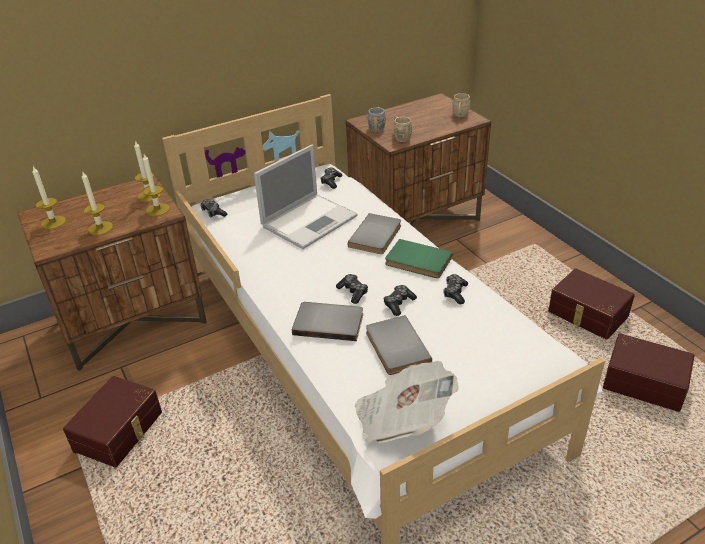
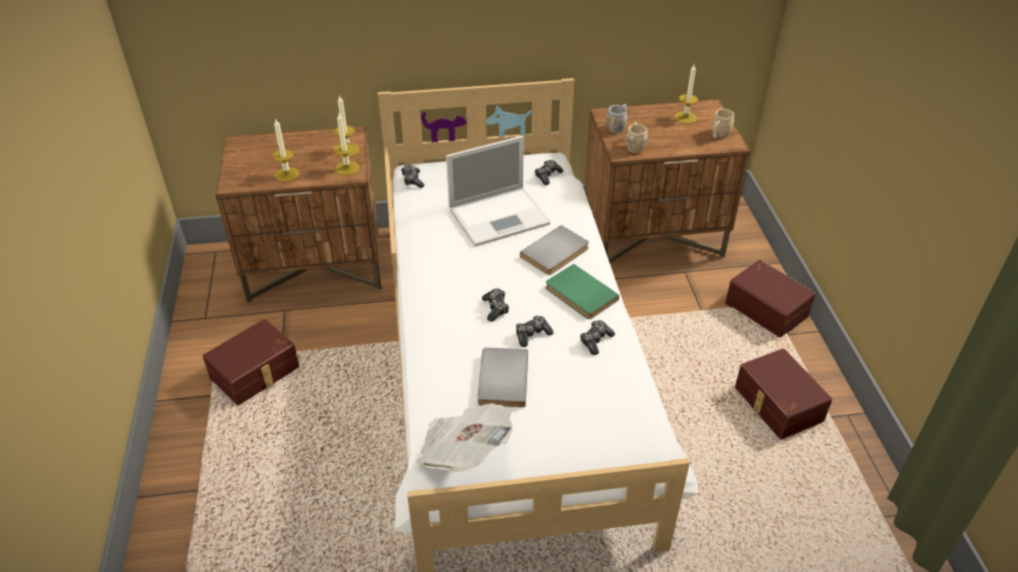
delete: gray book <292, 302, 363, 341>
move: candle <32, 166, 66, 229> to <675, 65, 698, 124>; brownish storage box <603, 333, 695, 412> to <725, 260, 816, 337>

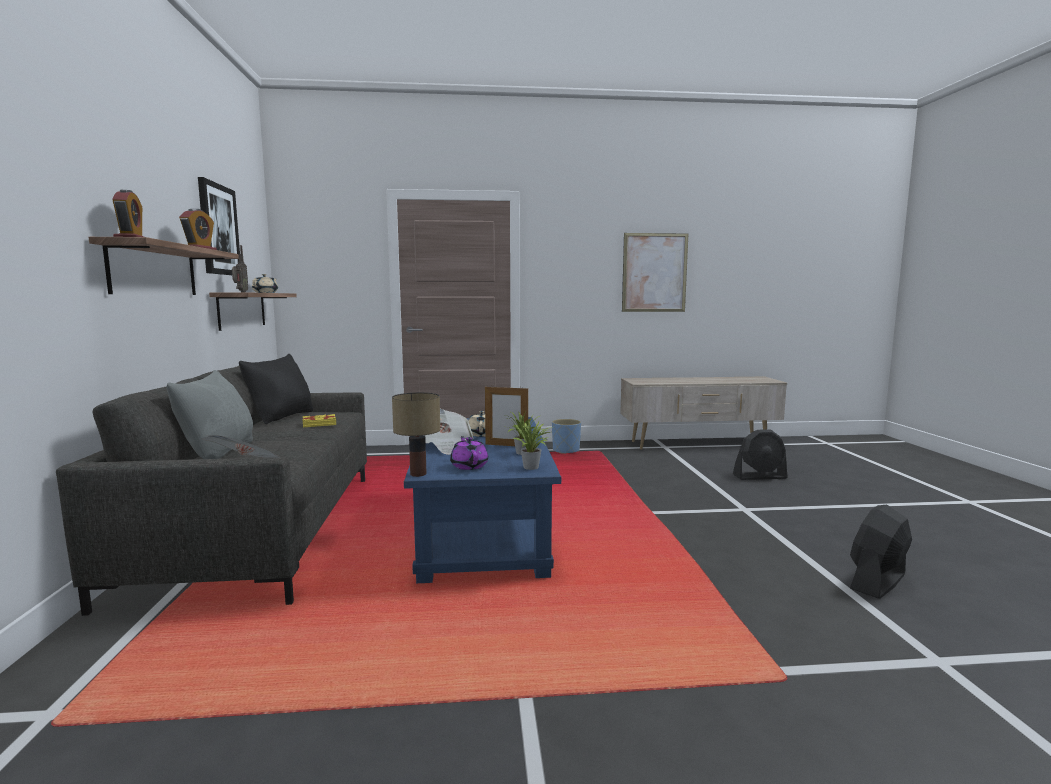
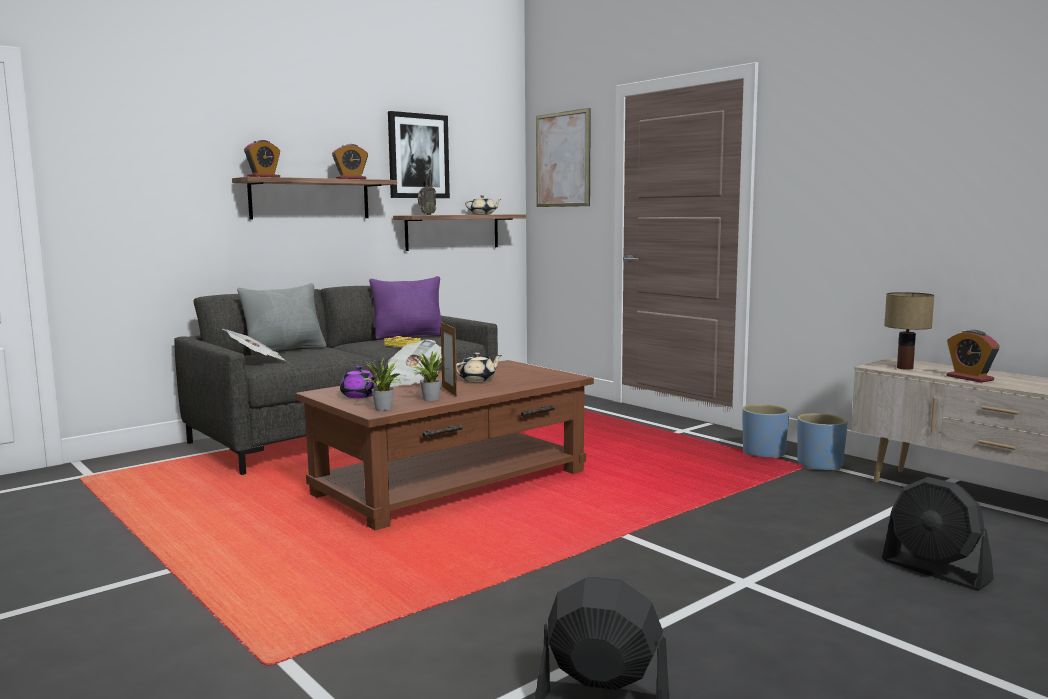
insert: bedside clock <947, 330, 1000, 383>; blue flower pot <797, 413, 848, 471>
move: picture <622, 233, 688, 312> to <536, 108, 591, 207>; table lamp <392, 392, 440, 477> to <884, 292, 934, 370>
recolor: black throw pillow <239, 354, 313, 424> to purplish throw pillow <369, 276, 443, 339>; blue coffee table <404, 417, 561, 583> to brownish coffee table <295, 360, 594, 531>
rotate: purplish tea pot <450, 436, 488, 470> = <340, 366, 378, 398> 105 degrees clockwise

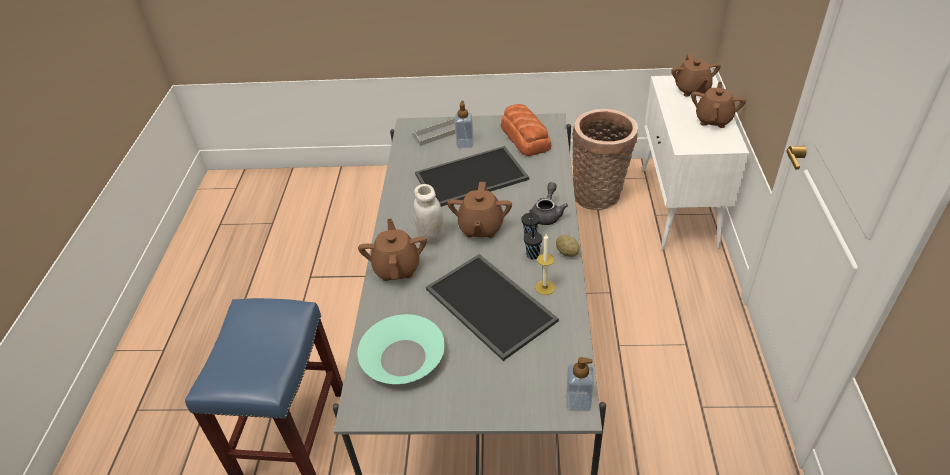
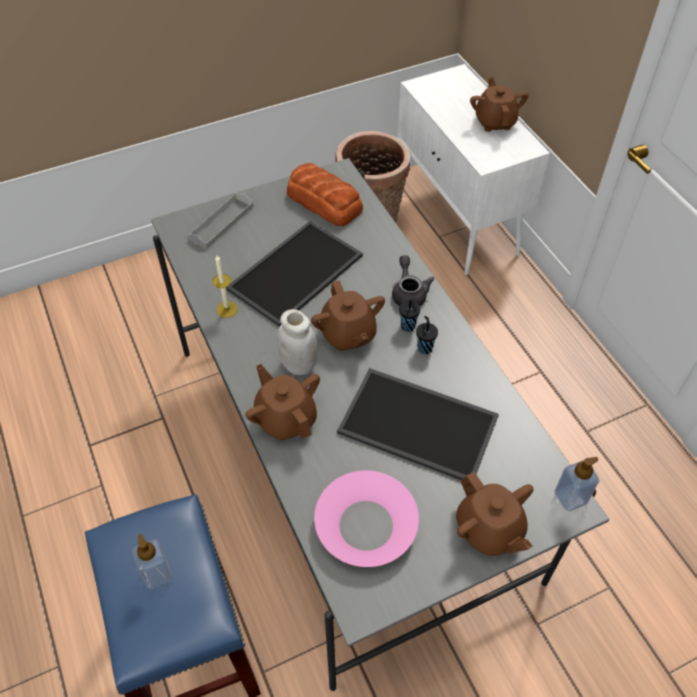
delete: potato <556, 235, 580, 257>
move: brownish tea pot <671, 54, 721, 97> to <456, 472, 534, 556>; soap bottle <455, 101, 474, 148> to <132, 534, 173, 589>; candle <535, 234, 555, 295> to <213, 256, 238, 318>
recolor: turquoise-coloured deep dish <357, 314, 445, 384> to pink deep dish <314, 470, 419, 567>

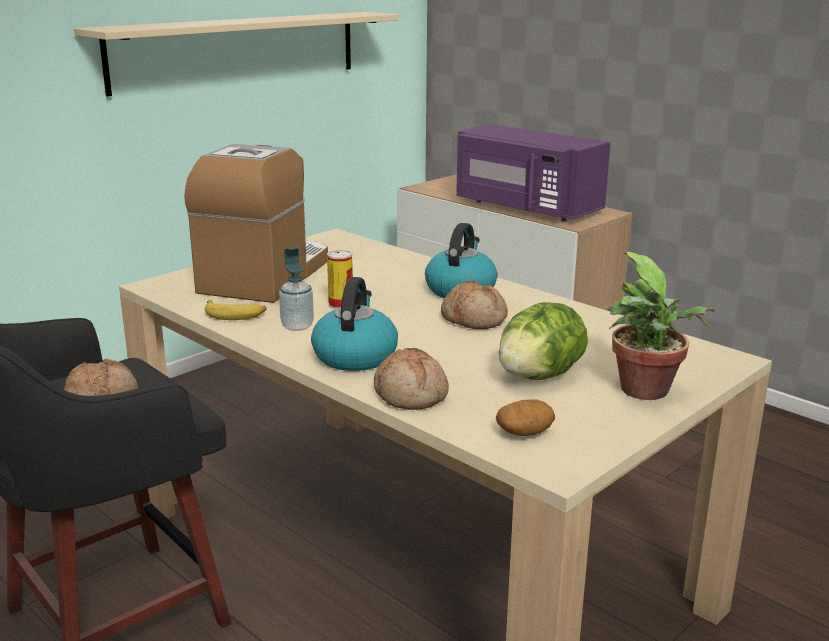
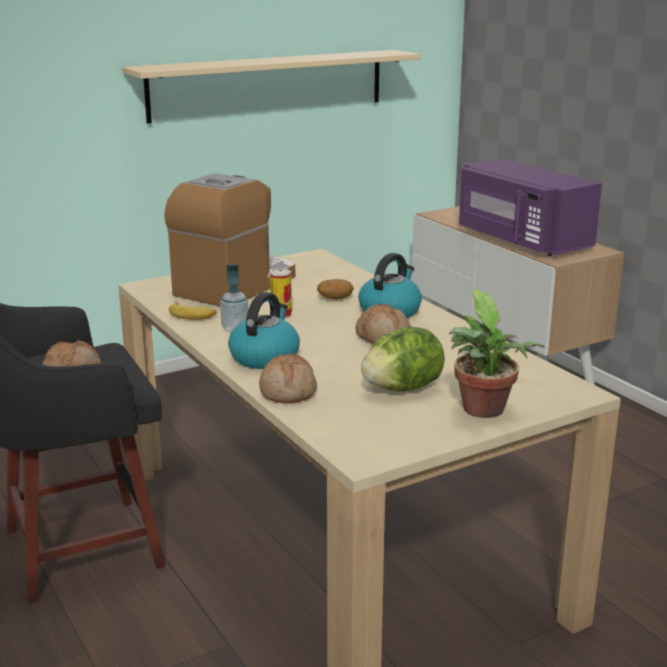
move: potato <496, 399, 555, 436> to <317, 279, 354, 300>

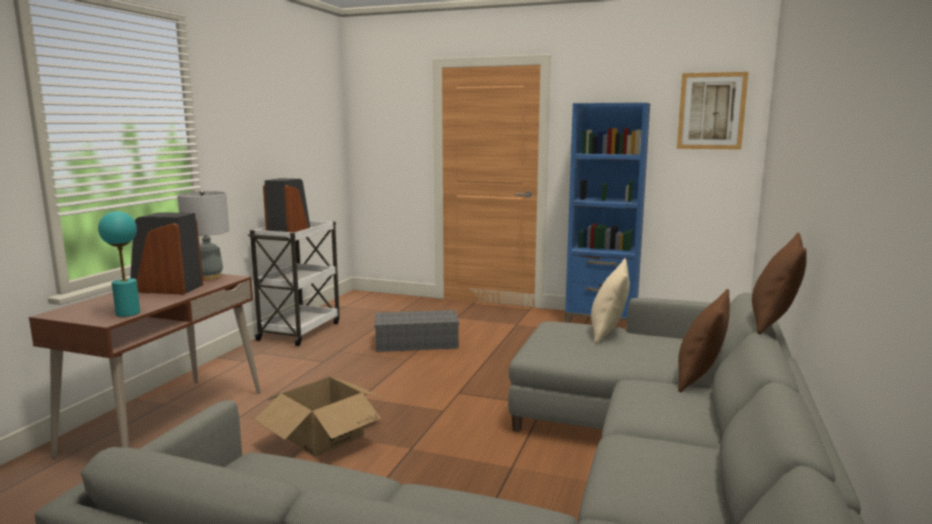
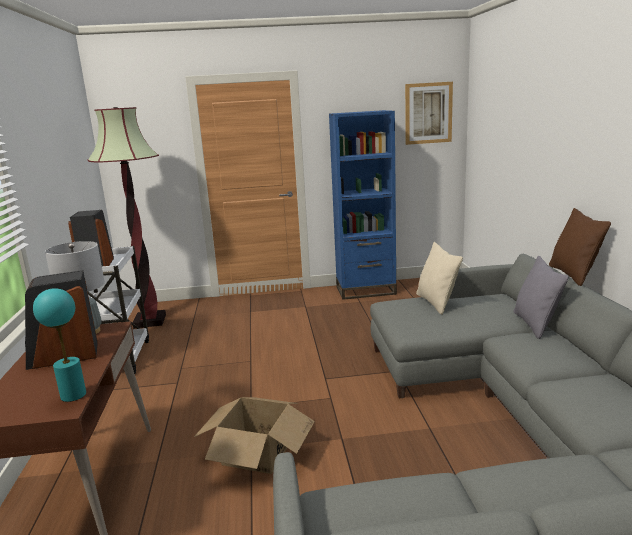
delete: gray storage box <375, 310, 459, 352>
insert: standing lamp <88, 107, 166, 329>
recolor: brownish throw pillow <678, 289, 730, 392> to gray throw pillow <514, 256, 569, 339>

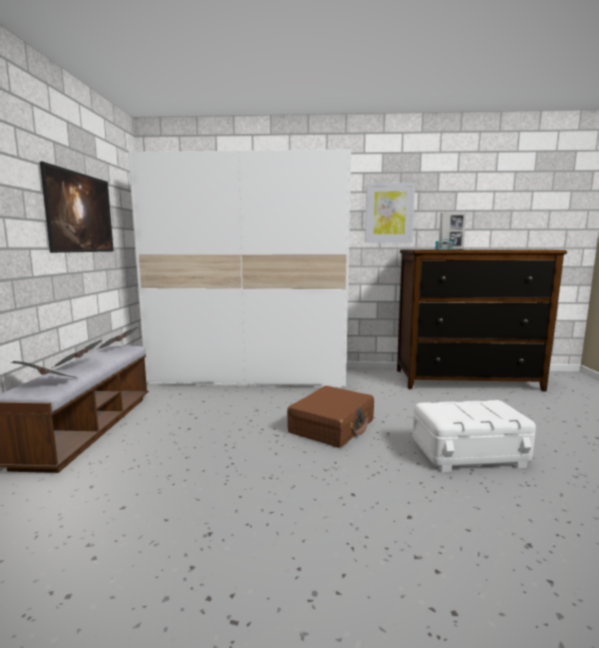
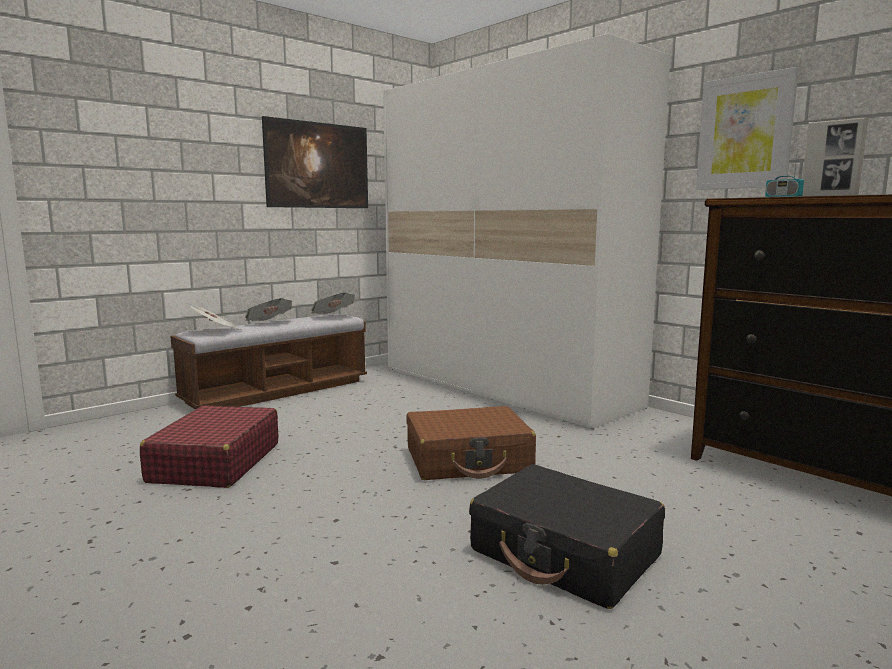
insert: red suitcase <140, 405, 278, 488>
replace: white storage box <412, 400, 536, 472> to black suitcase <469, 464, 665, 609>

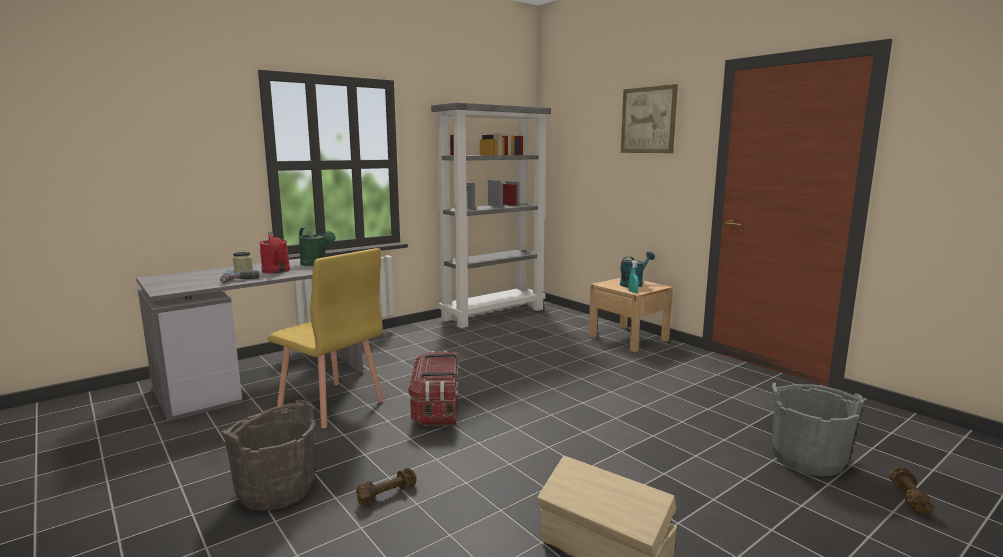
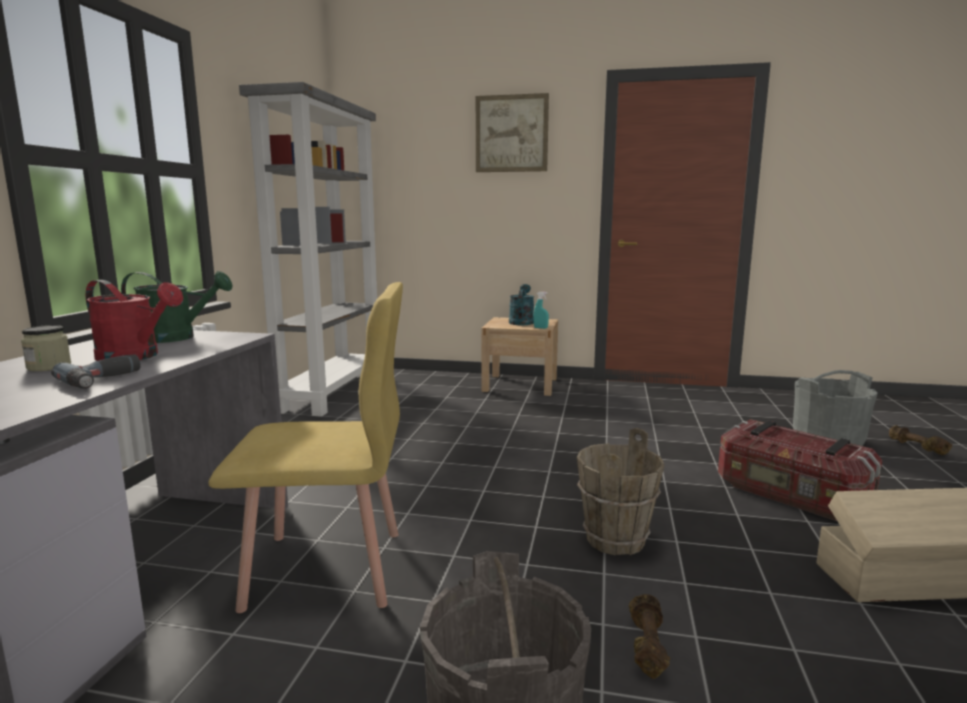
insert: brownish bucket <577, 428, 665, 556>
move: storage box <408, 351, 459, 426> to <718, 419, 882, 521>

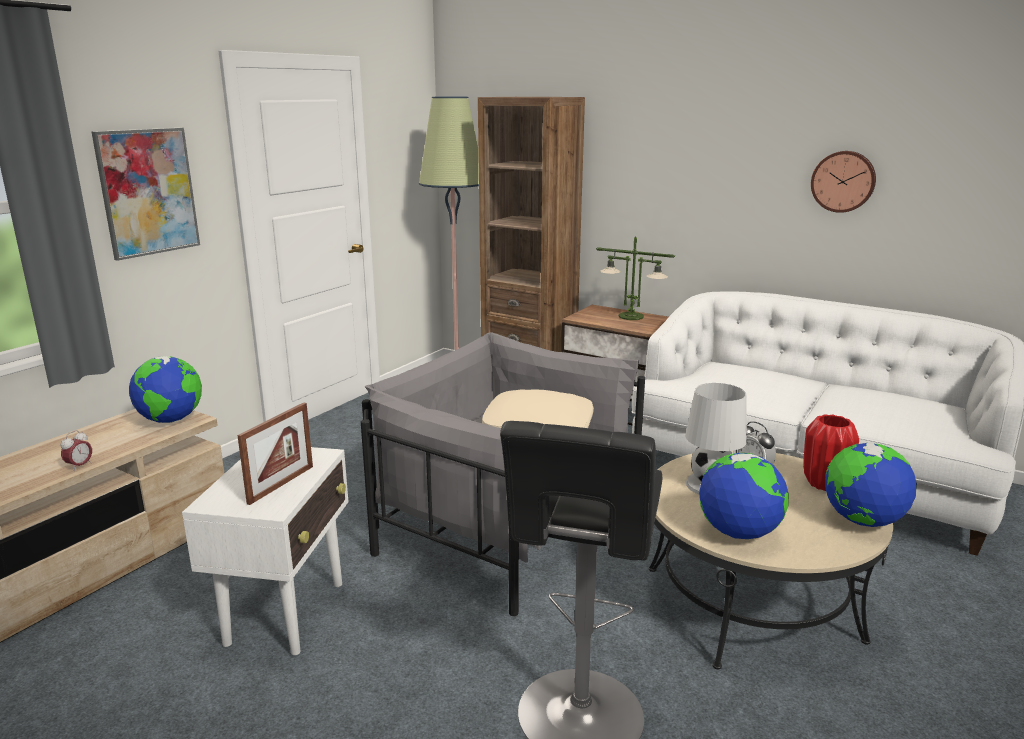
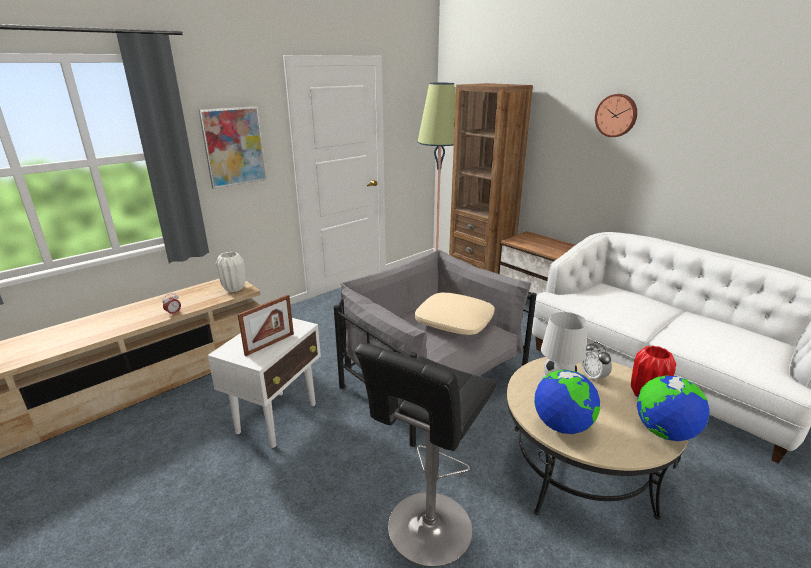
delete: table lamp <596, 237, 675, 320>
move: wall clock <811, 151, 876, 213> to <595, 94, 637, 137>
replace: globe <129, 356, 202, 423> to white flower vase <216, 252, 246, 292>

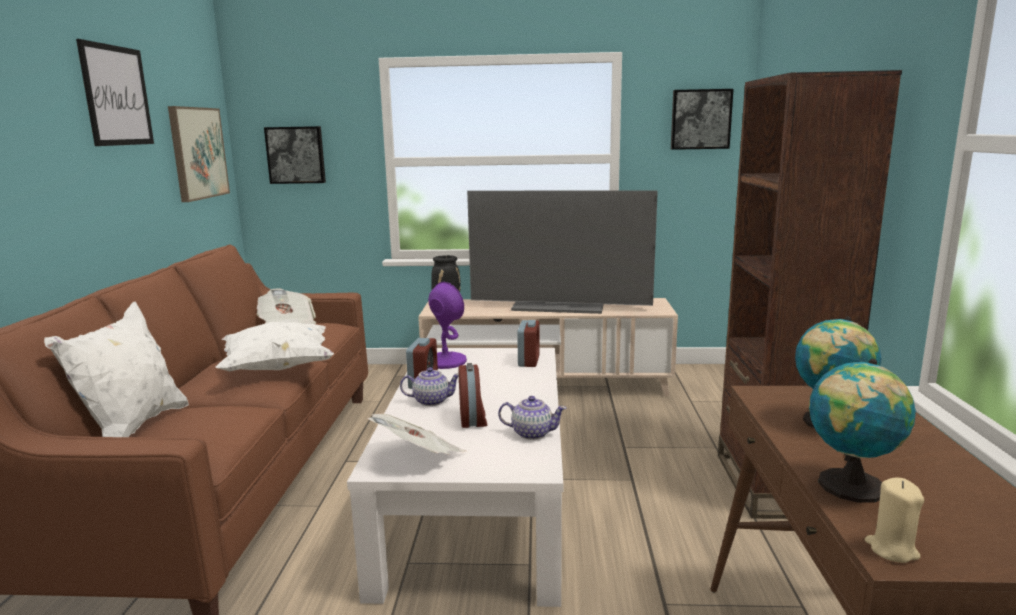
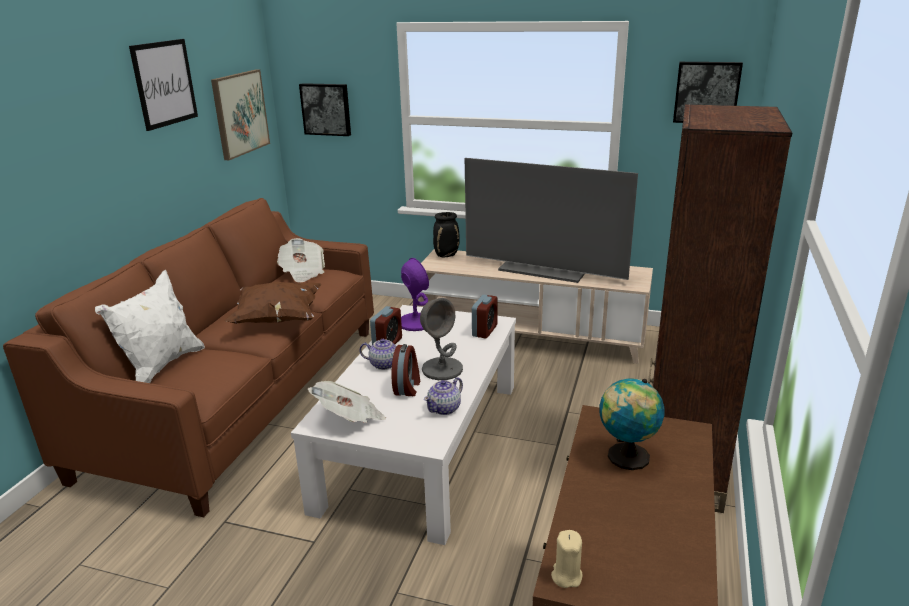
delete: globe <809, 359, 916, 503>
insert: gray table lamp <420, 298, 463, 380>
recolor: white throw pillow <216, 322, 334, 371> to brownish throw pillow <225, 282, 322, 324>
rotate: tea pot <498, 396, 567, 440> = <424, 377, 463, 415> 105 degrees clockwise

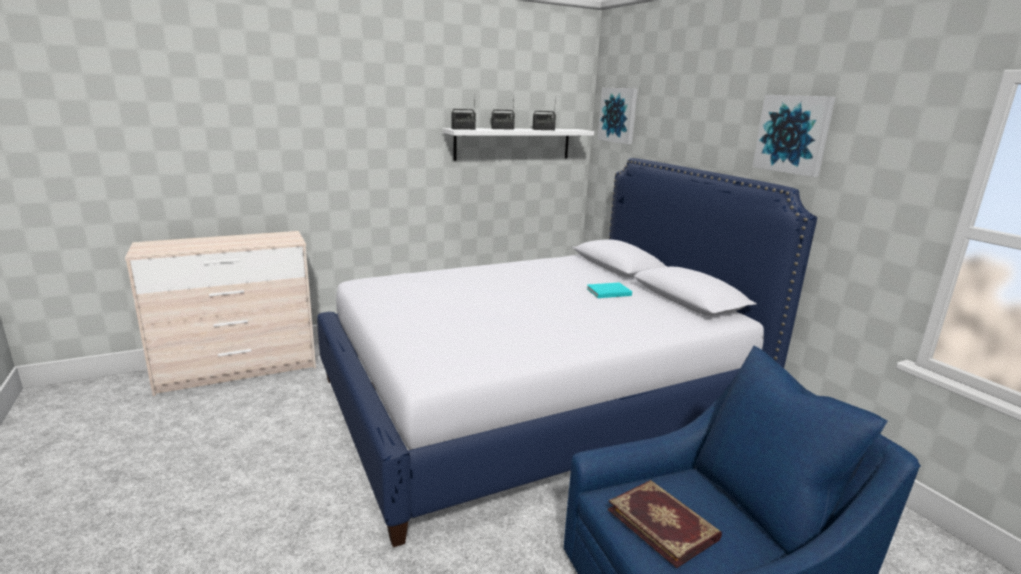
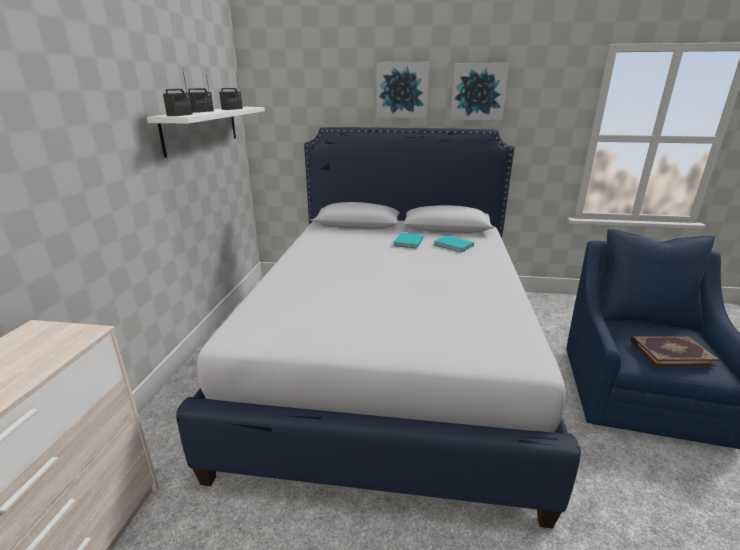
insert: turquoise-coloured book <434, 235, 474, 253>
move: picture <598, 88, 638, 144> to <376, 62, 429, 118>

